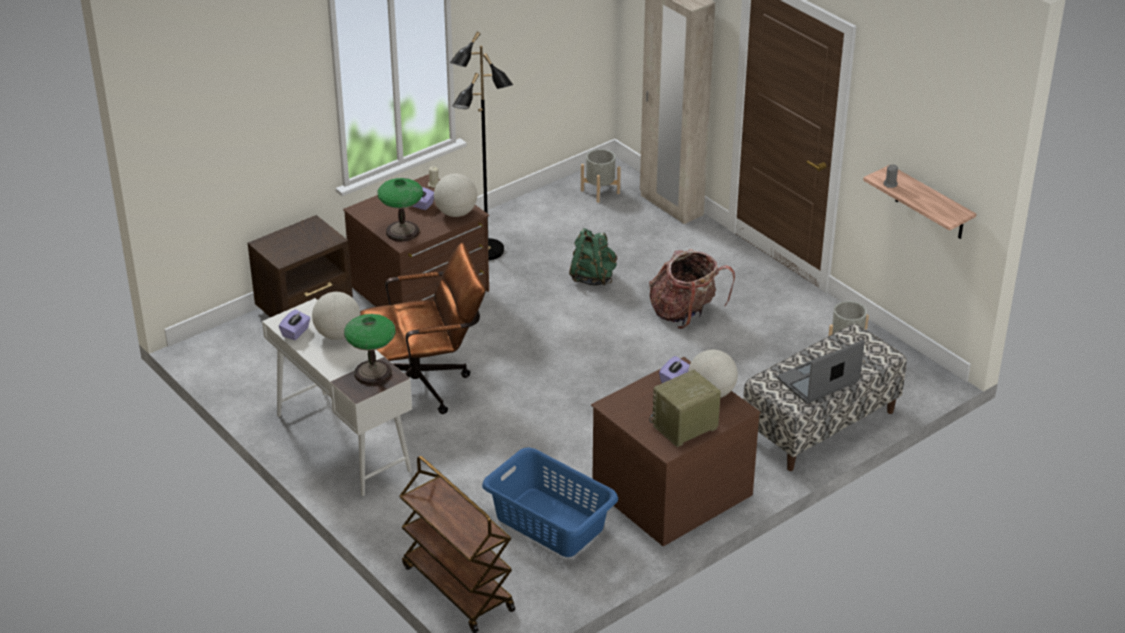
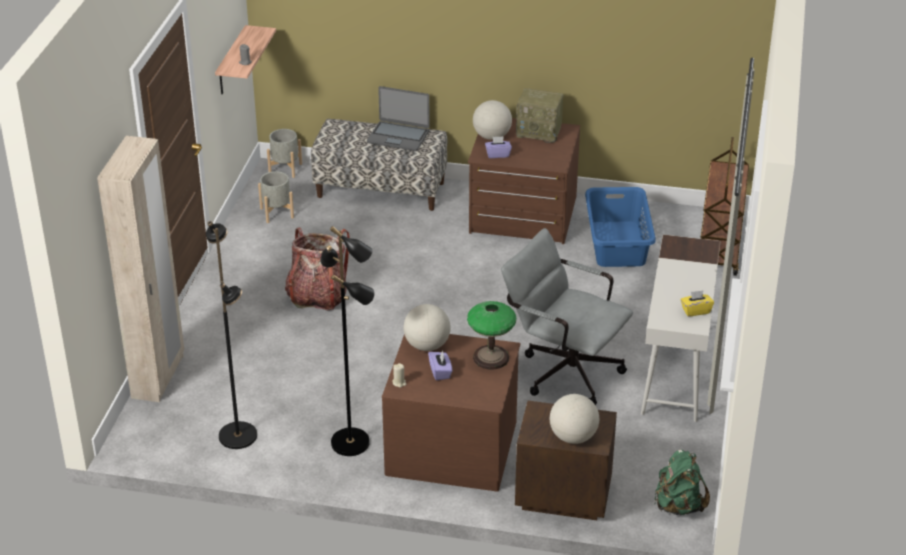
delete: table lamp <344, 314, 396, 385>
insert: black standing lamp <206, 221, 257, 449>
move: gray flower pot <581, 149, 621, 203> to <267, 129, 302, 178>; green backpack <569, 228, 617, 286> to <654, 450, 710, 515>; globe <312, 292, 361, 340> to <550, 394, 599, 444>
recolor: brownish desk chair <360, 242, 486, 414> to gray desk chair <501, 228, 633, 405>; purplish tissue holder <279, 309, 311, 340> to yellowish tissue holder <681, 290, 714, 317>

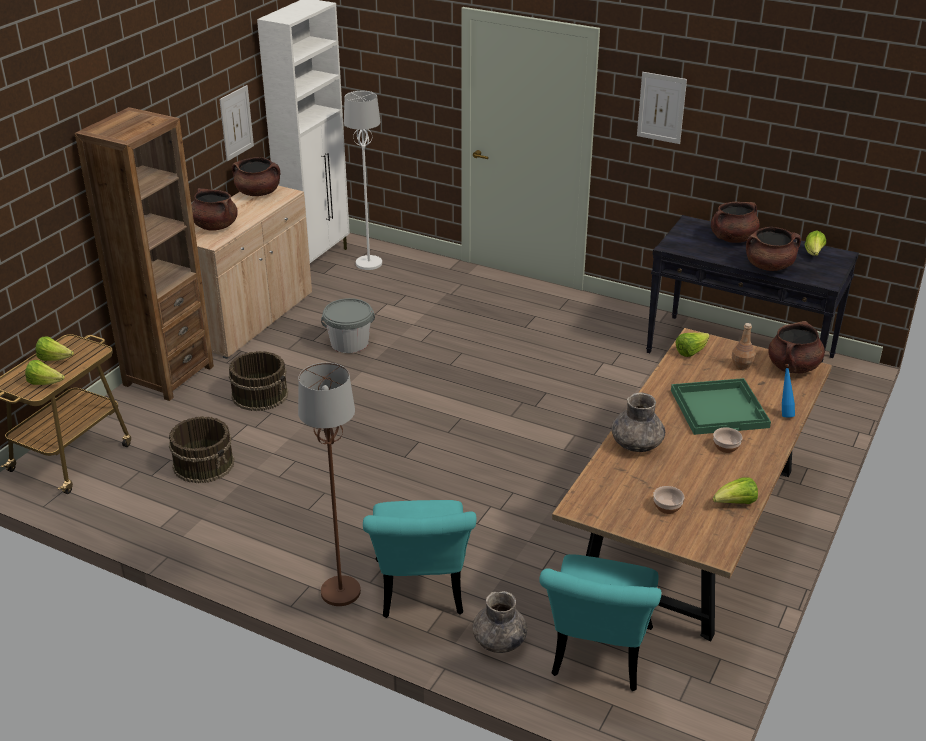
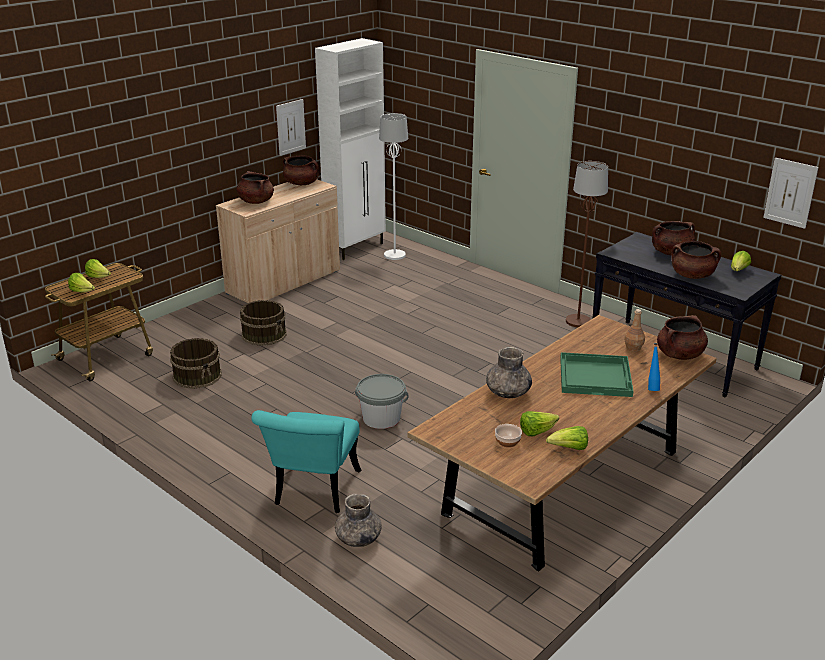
delete: brownish shelving unit <75, 107, 214, 401>; deep dish <713, 427, 743, 453>; turquoise-coloured chair <539, 554, 661, 691>
move: picture <637, 72, 687, 144> to <763, 158, 818, 229>; gray bucket <321, 298, 375, 353> to <355, 374, 409, 429>; lettuce head <675, 332, 710, 357> to <520, 411, 559, 436>; brownish standing lamp <298, 363, 361, 606> to <566, 161, 608, 328>

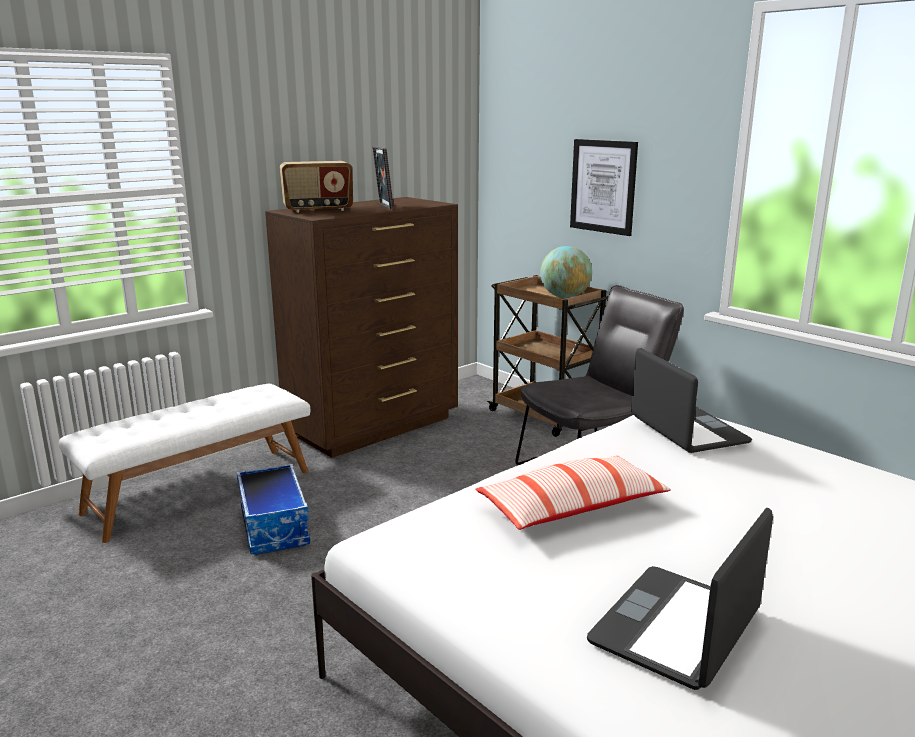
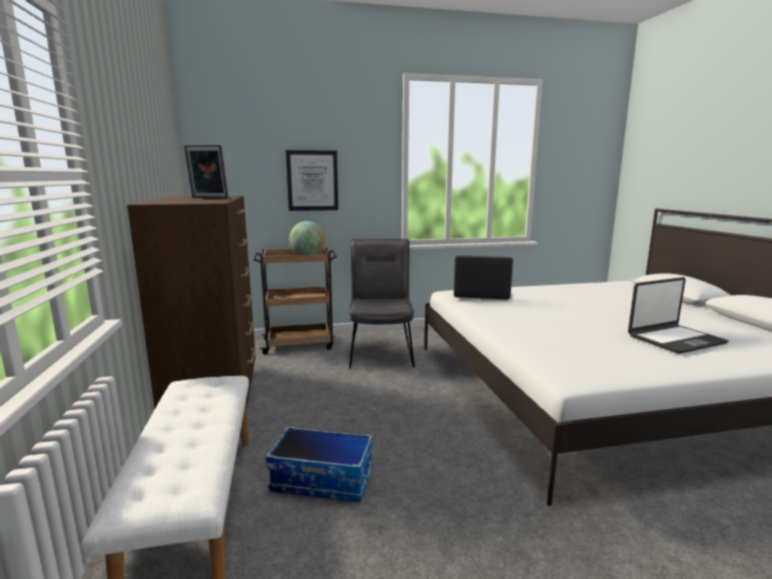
delete: radio <280, 161, 353, 213>; throw pillow <476, 455, 671, 530>
rotate: laptop <587, 508, 773, 690> = <628, 277, 728, 354> 90 degrees counterclockwise

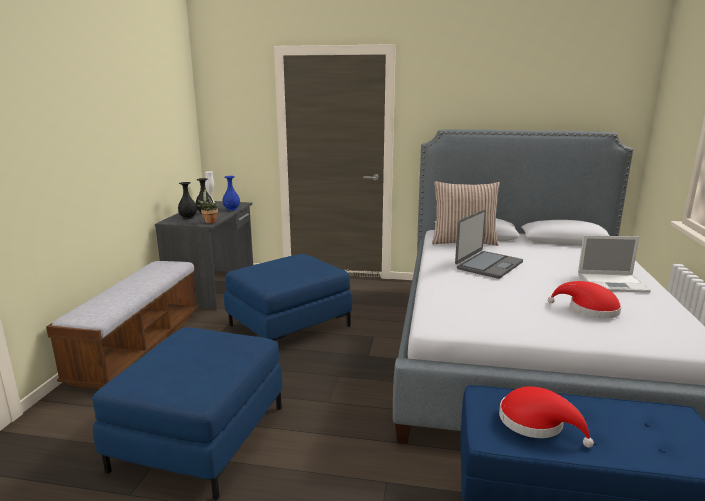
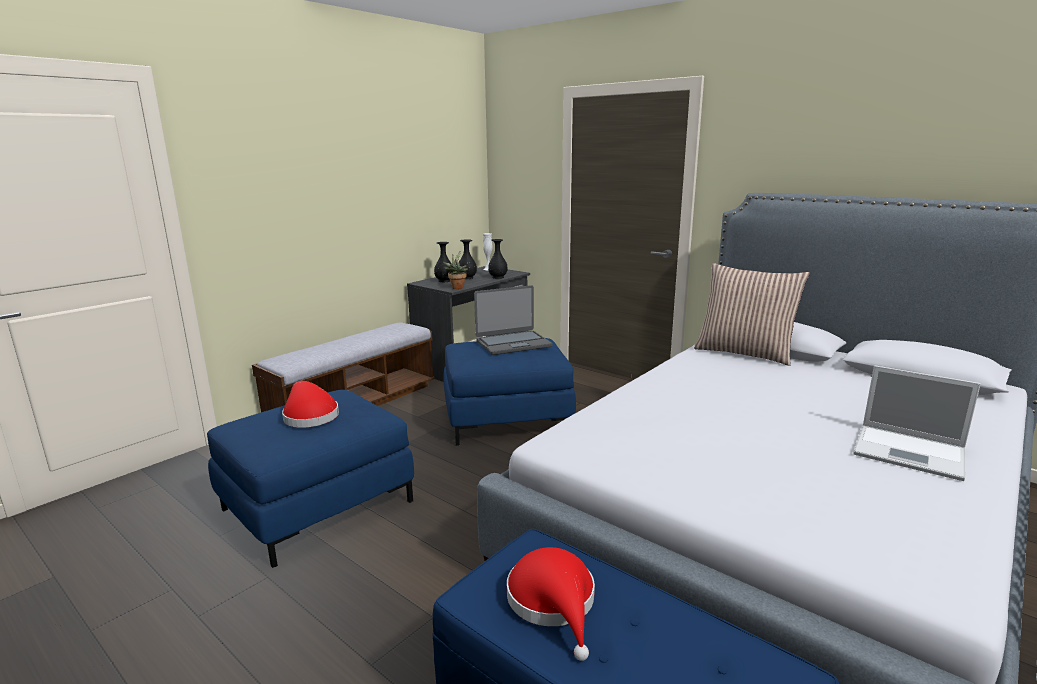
move: laptop <455, 209, 523, 279> to <474, 285, 552, 355>; red hat <548, 281, 622, 318> to <282, 381, 339, 428>
recolor: blue flower vase <223, 176, 240, 211> to black flower vase <488, 239, 508, 279>

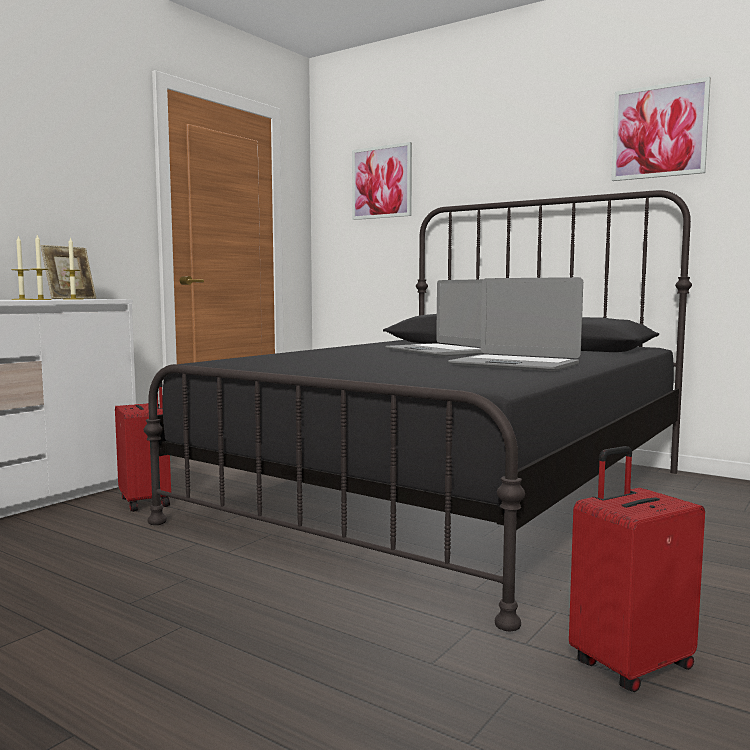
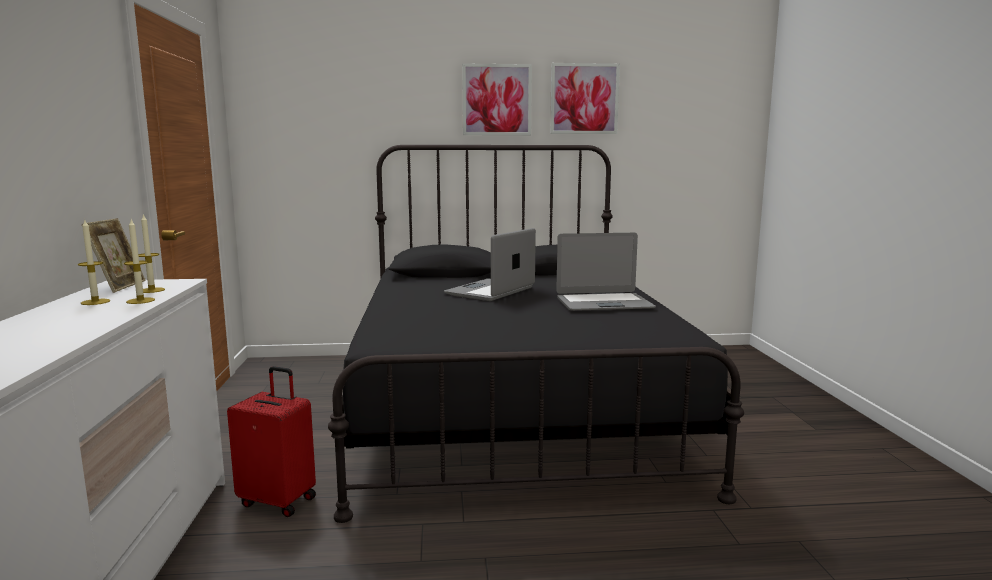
delete: red suitcase <569, 446, 705, 692>
move: picture <352, 142, 412, 220> to <462, 63, 532, 135>
rotate: laptop <385, 279, 487, 356> = <444, 228, 536, 301> 105 degrees clockwise

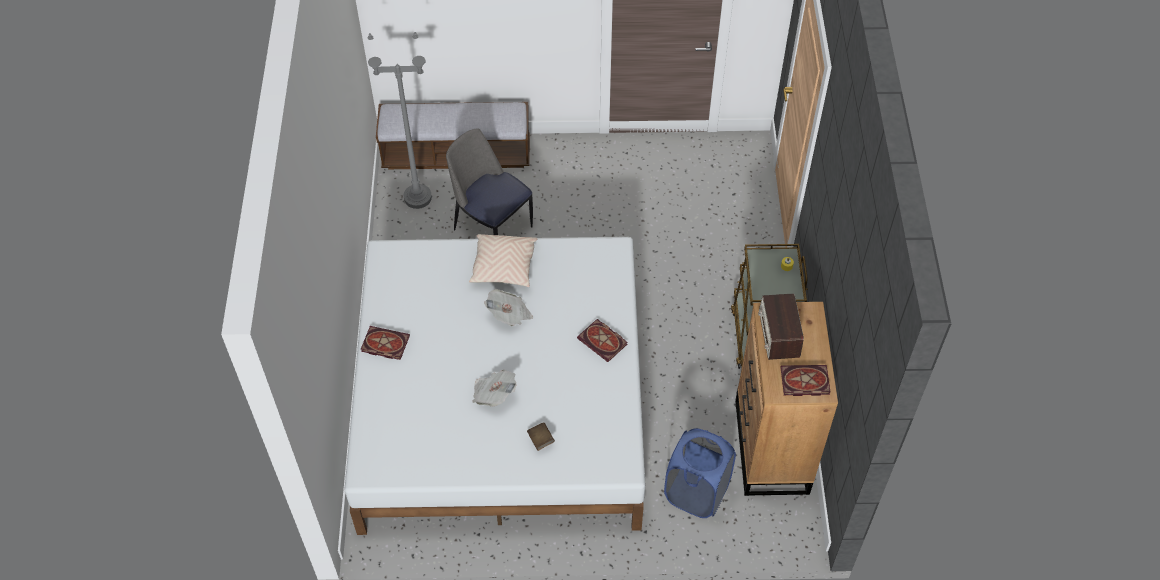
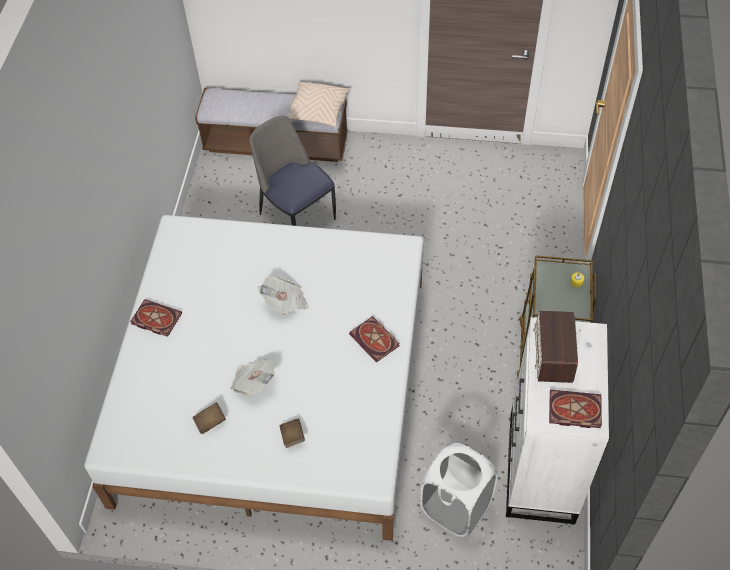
delete: gray standing lamp <368, 32, 432, 209>
insert: brownish book <192, 402, 226, 434>
move: sand-coloured throw pillow <469, 234, 538, 287> to <286, 82, 350, 127>
recolor: brownish drawer chest <735, 302, 838, 496> to white drawer chest <506, 317, 609, 525>; blue laundry basket <664, 428, 736, 518> to white laundry basket <420, 443, 498, 537>

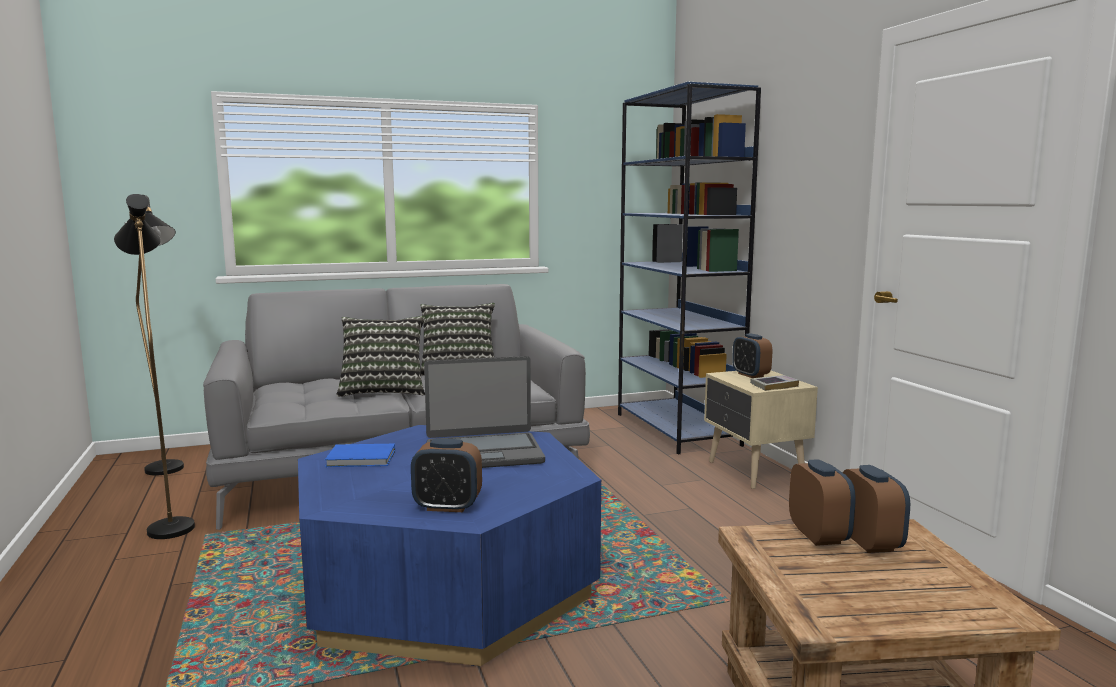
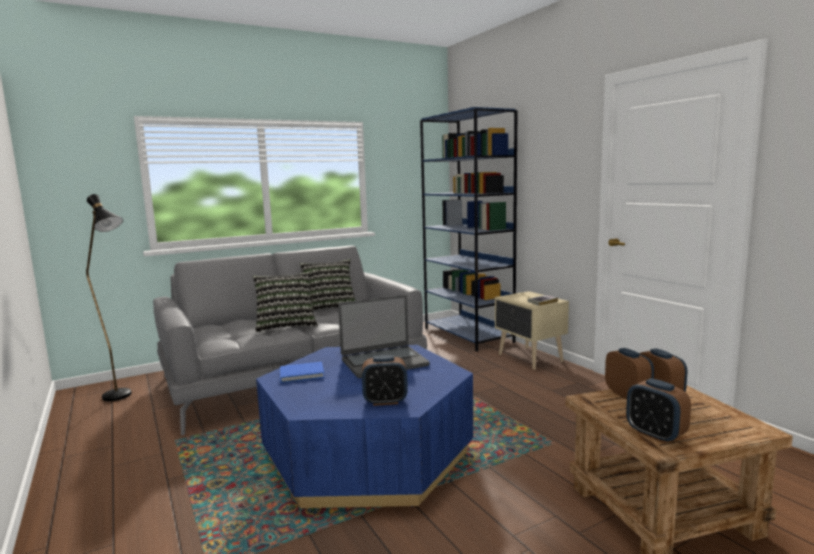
delete: black standing lamp <114, 194, 195, 539>
move: bedside clock <732, 333, 772, 378> to <626, 378, 691, 444>

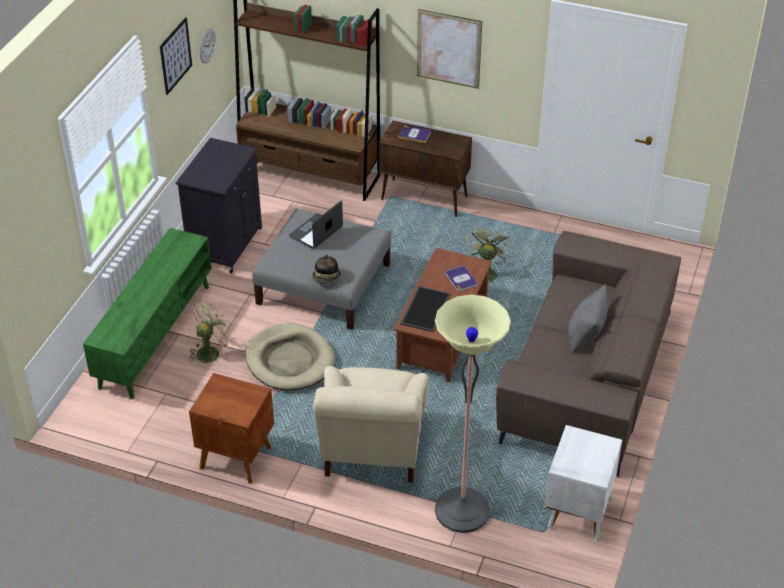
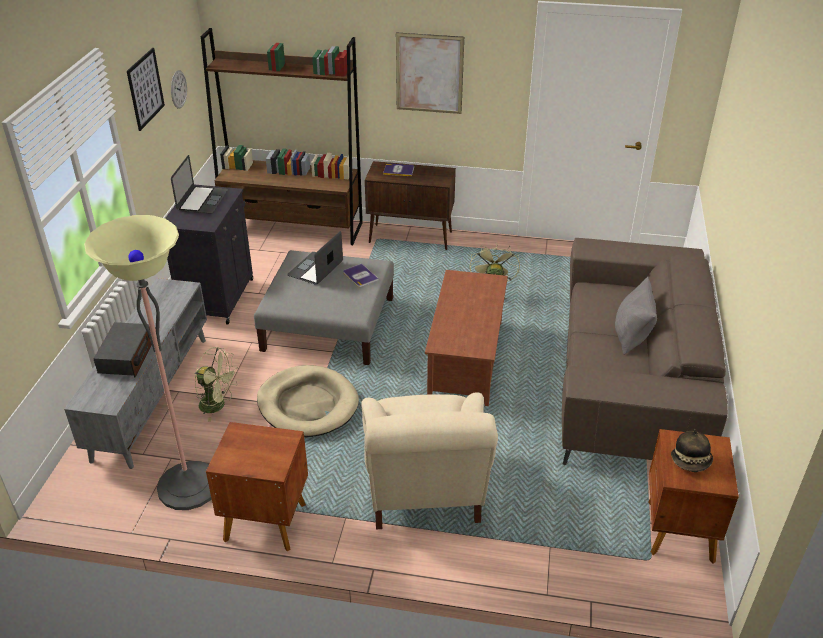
delete: serving tray <400, 286, 450, 332>
insert: laptop <171, 155, 228, 214>; radio <93, 322, 152, 377>
move: hat <312, 254, 341, 284> to <671, 429, 713, 472>; book <445, 265, 478, 291> to <343, 263, 379, 287>; standing lamp <435, 295, 511, 533> to <84, 215, 211, 510>
recolor: green tv unit <83, 228, 212, 399> to gray tv unit <64, 278, 207, 469>; white bedside table <545, 425, 622, 542> to brownish bedside table <648, 429, 739, 564>
rotate: green electric fan <189, 300, 234, 363> = <195, 347, 237, 422> 75 degrees clockwise

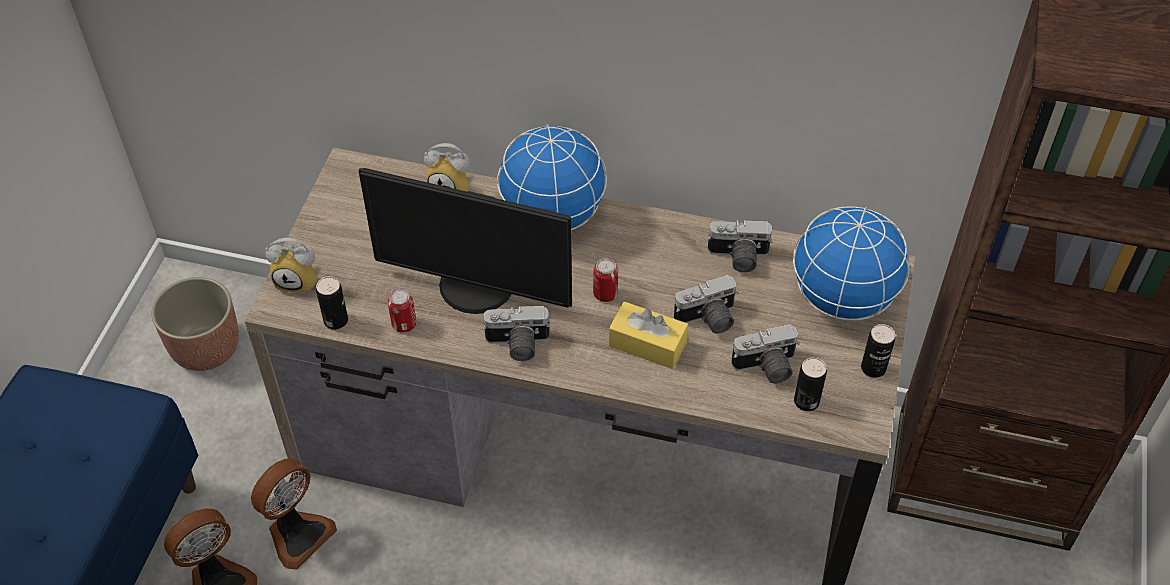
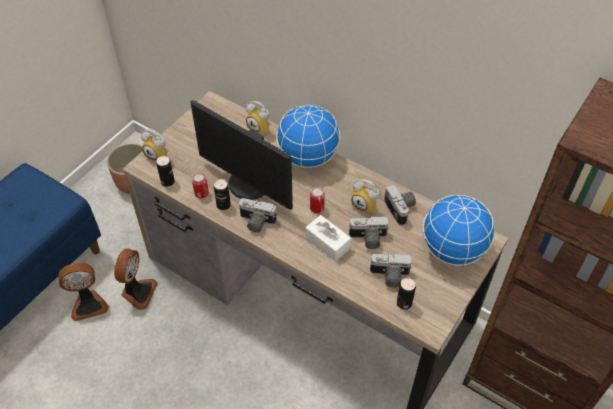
insert: bedside clock <351, 179, 380, 214>
move: metal can <861, 324, 895, 378> to <214, 179, 231, 210>
recolor: yellowish tissue holder <609, 301, 689, 369> to white tissue holder <306, 215, 351, 261>
rotate: still camera <707, 220, 773, 273> = <384, 185, 416, 226> 135 degrees counterclockwise; electric fan <251, 458, 337, 570> = <114, 249, 158, 310> 45 degrees counterclockwise

